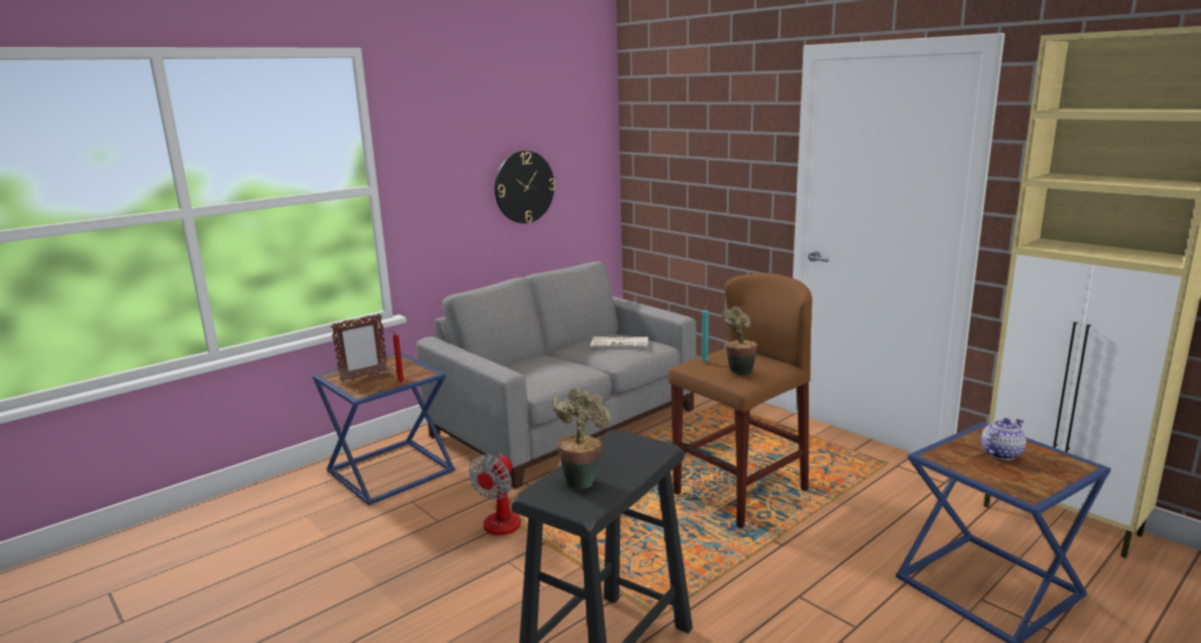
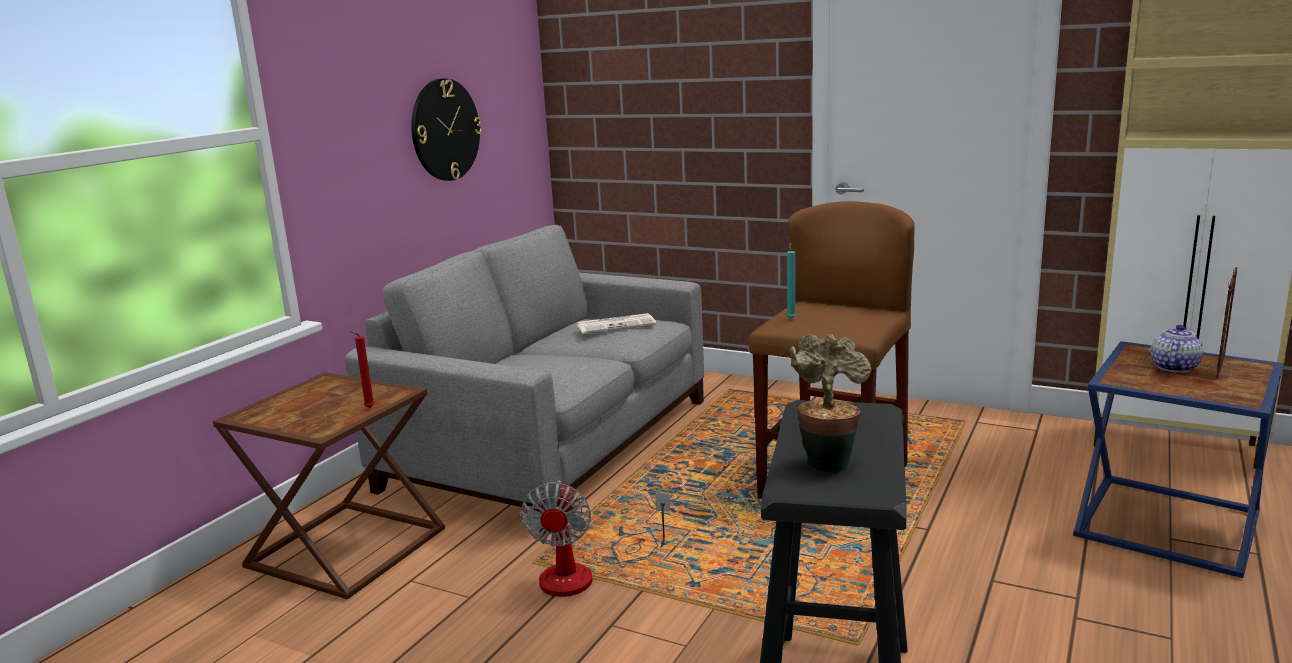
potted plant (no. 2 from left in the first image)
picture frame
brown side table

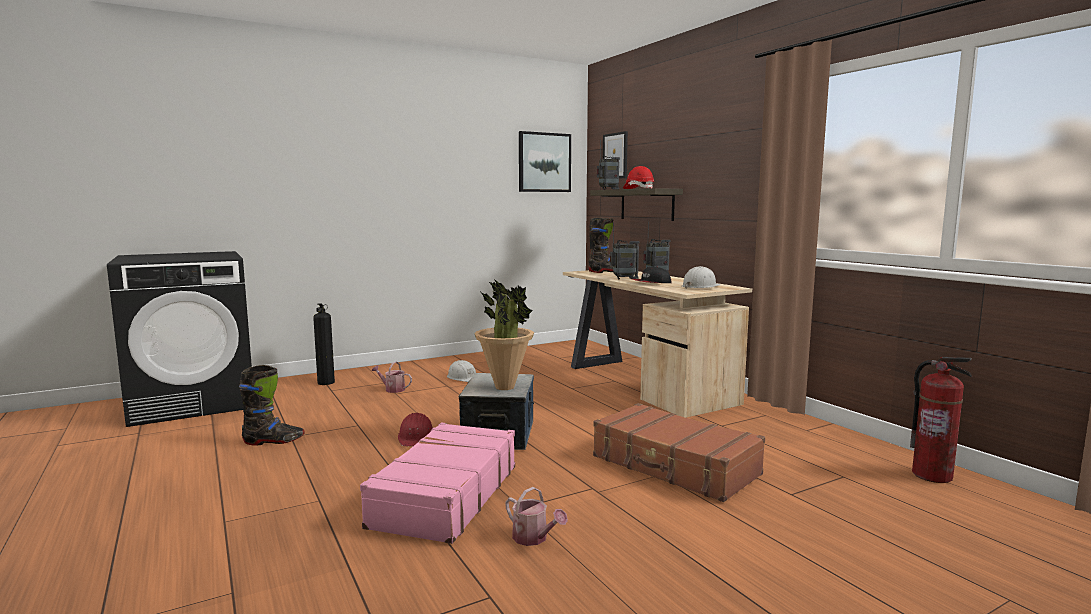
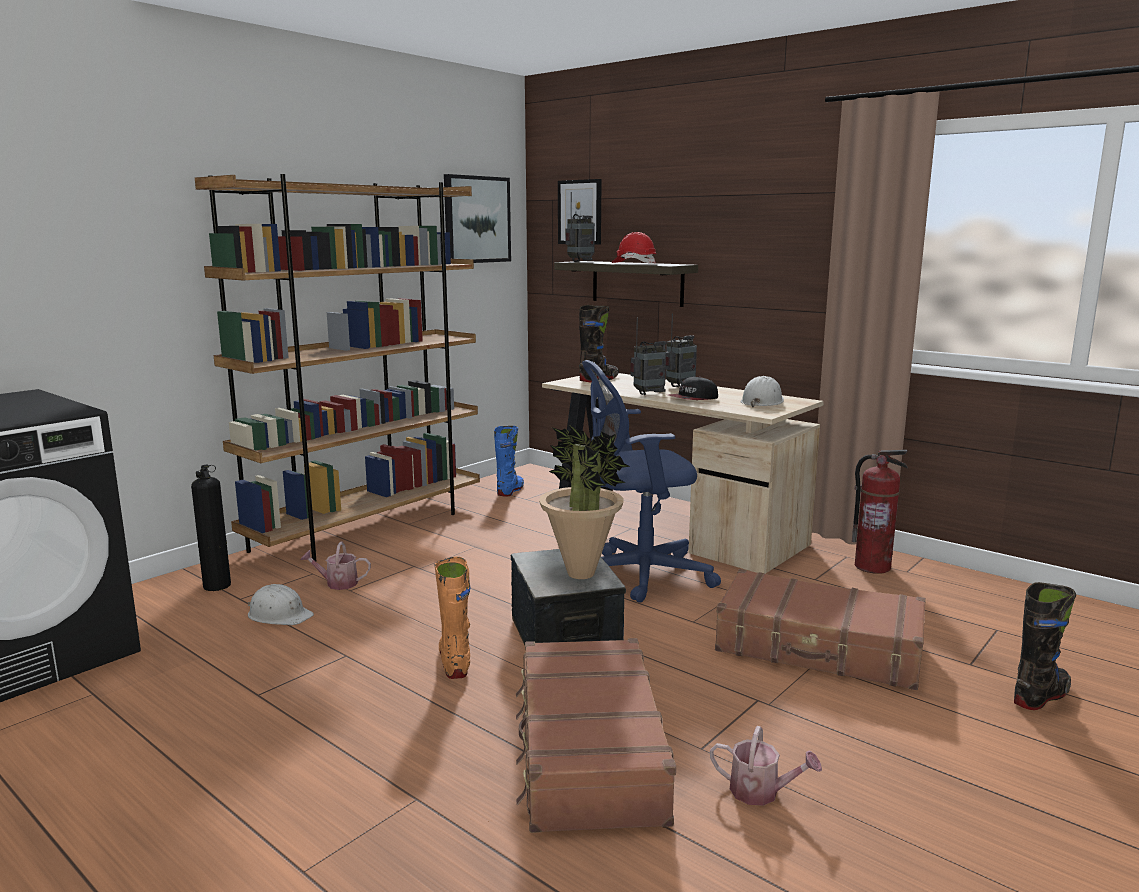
brown bookcase
blue boot
blue office chair
black boot (no. 2 from left)
white hard hat (no. 1 from left)
fire extinguisher (no. 2 from left)
orange boot
brown suitcase (no. 1 from left)

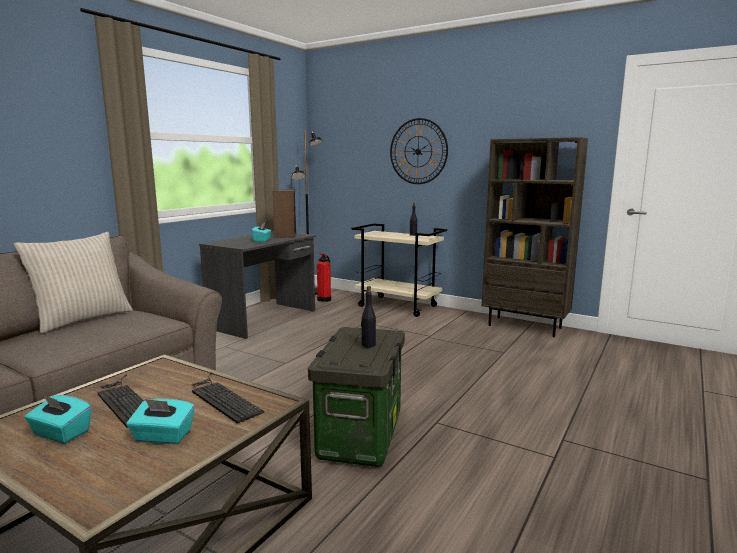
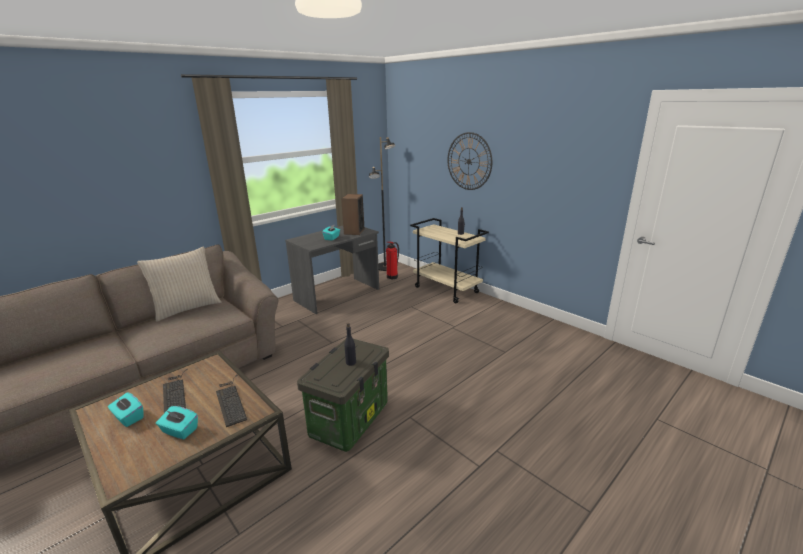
brown bookcase

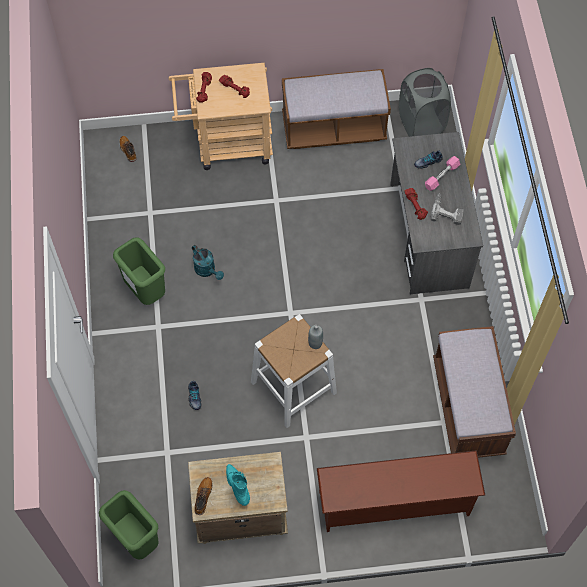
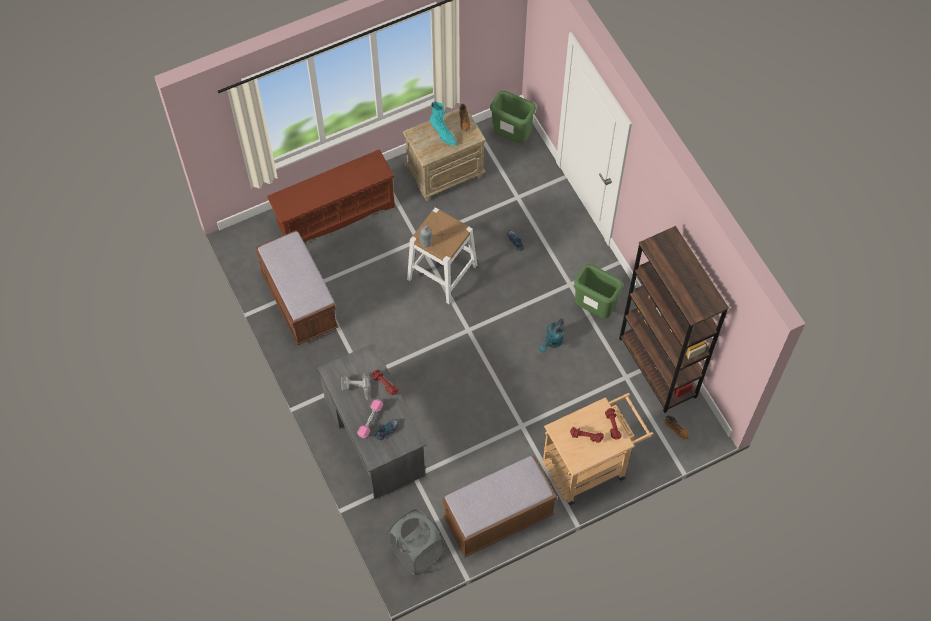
brown bookcase
turquoise watering can

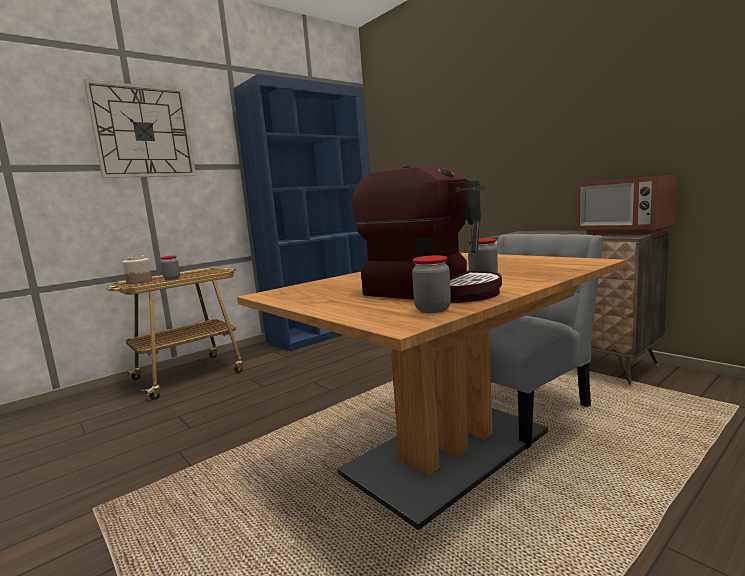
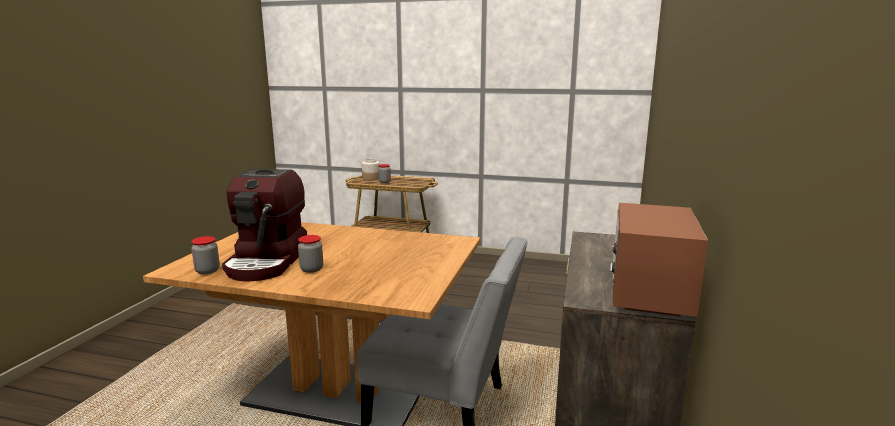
wall clock
blue bookcase

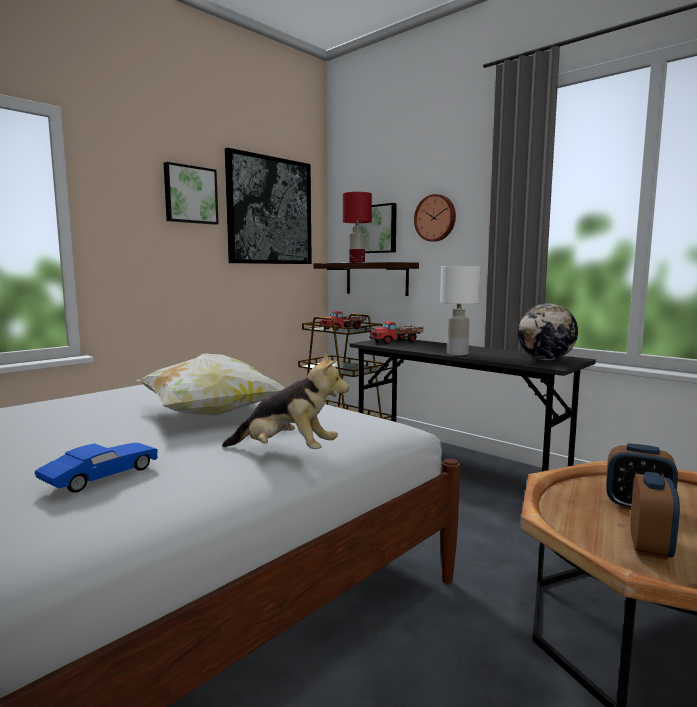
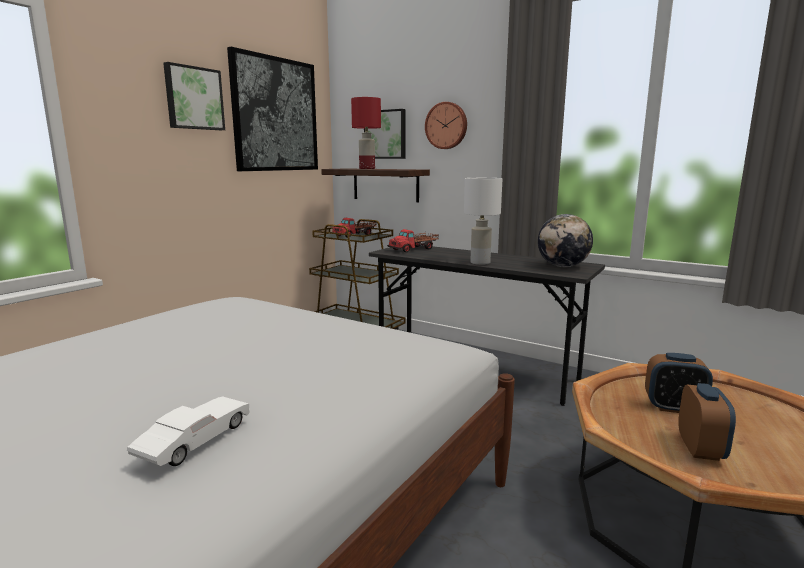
pillow
plush toy
white toy car

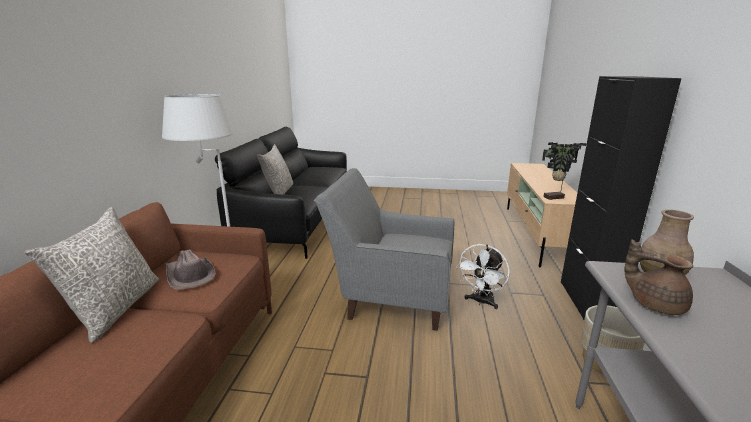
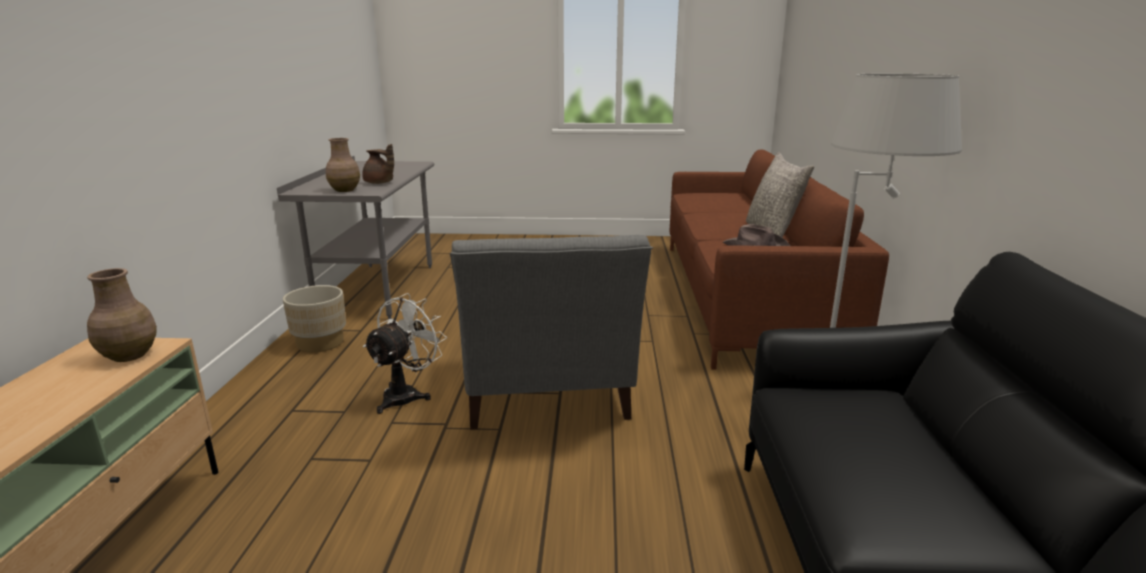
grey pillow (no. 2 from left in the first image)
black cabinet
brown vase (no. 1 from left)
grey armchair

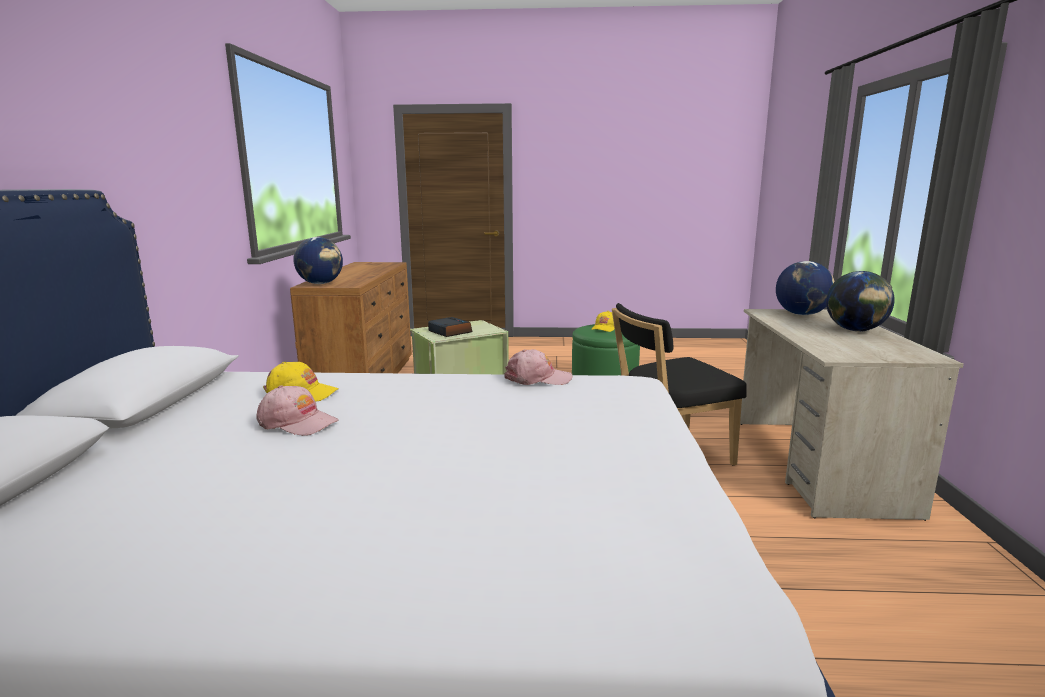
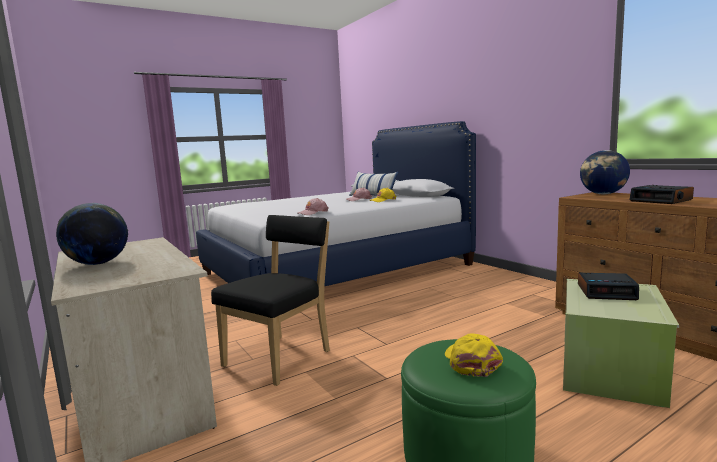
globe (no. 2 from left in the first image)
pillow
alarm clock (no. 2 from left)

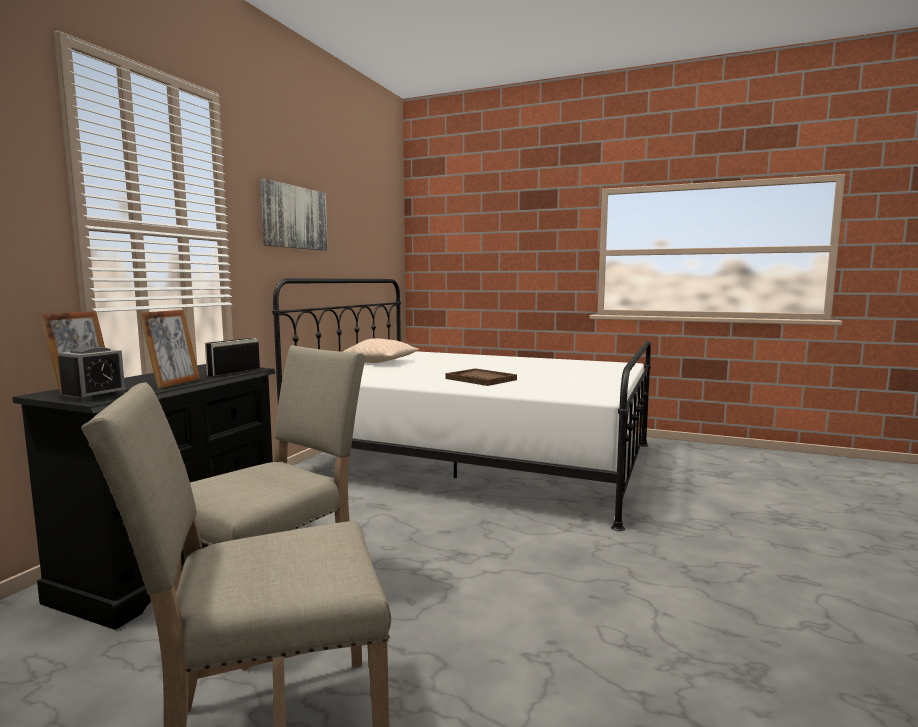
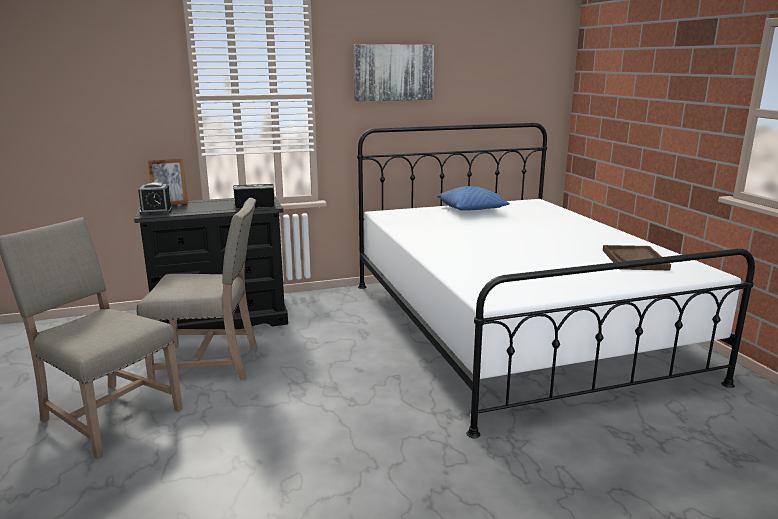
picture frame (no. 2 from left in the first image)
brown tray
blue pillow

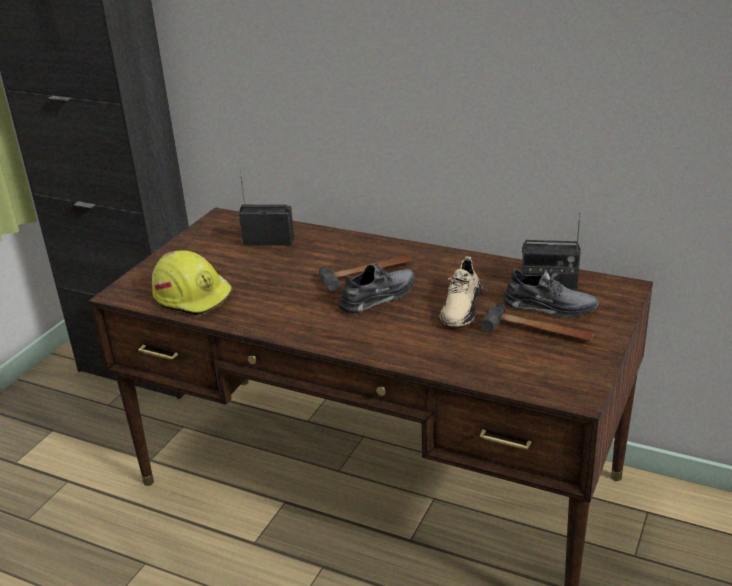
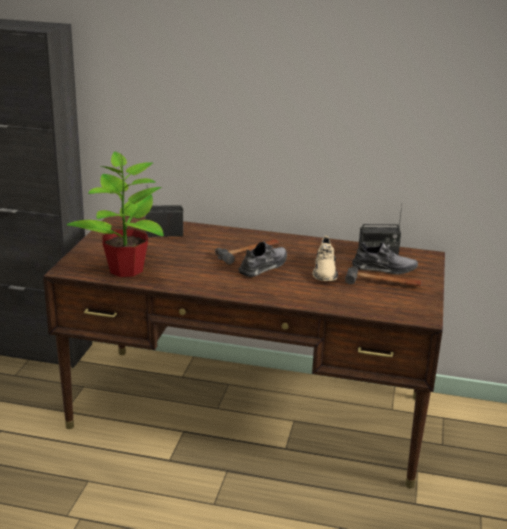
potted plant

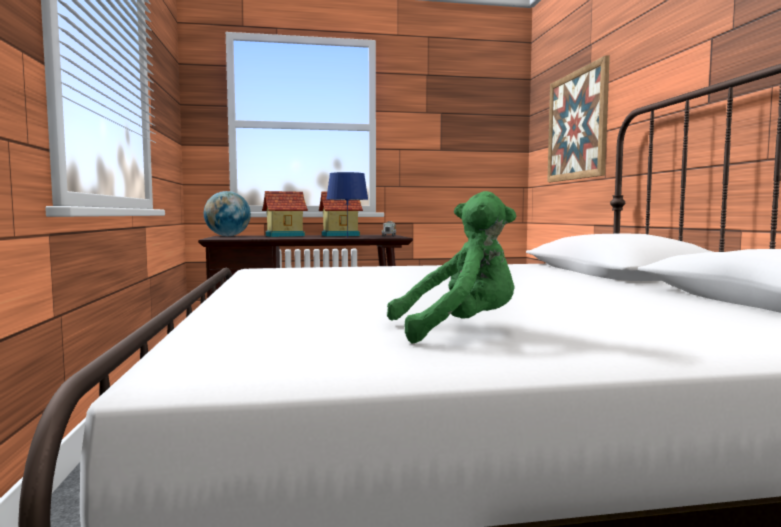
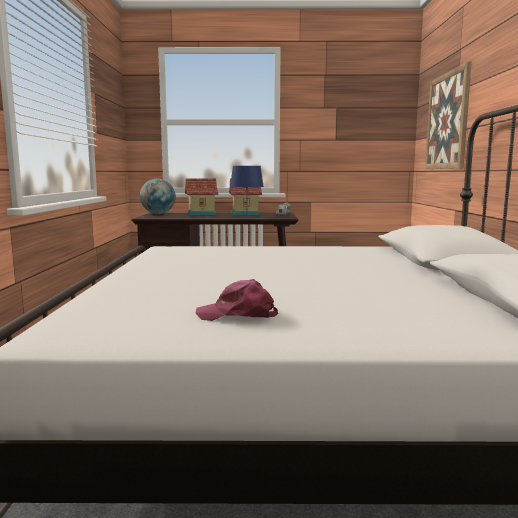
pink cap

